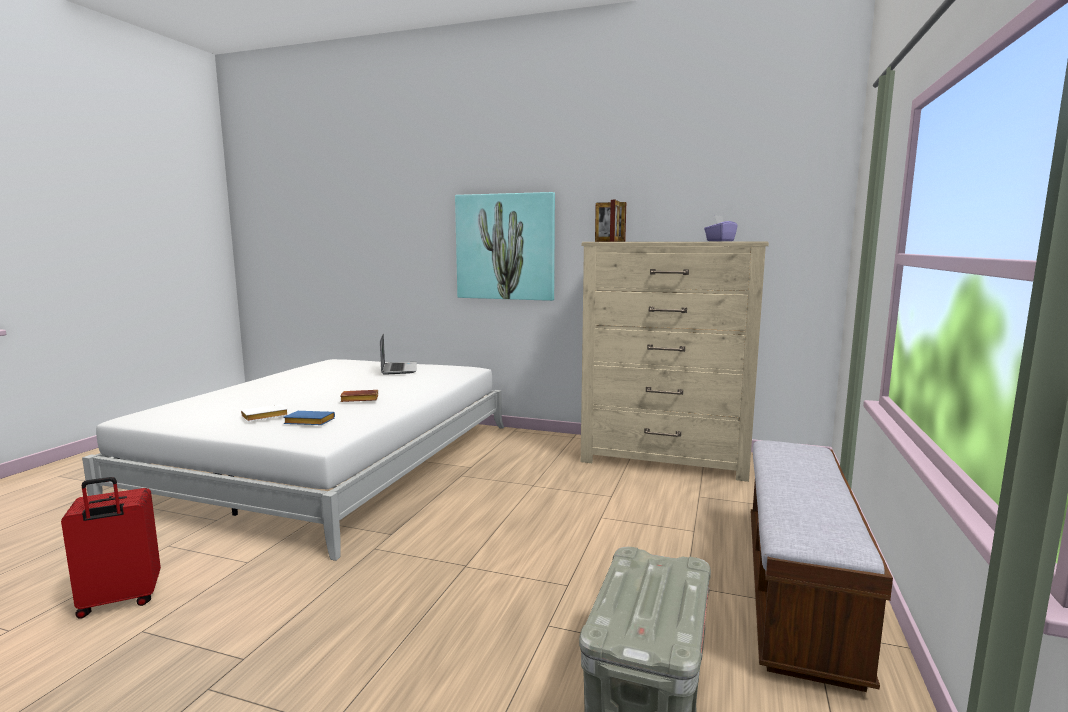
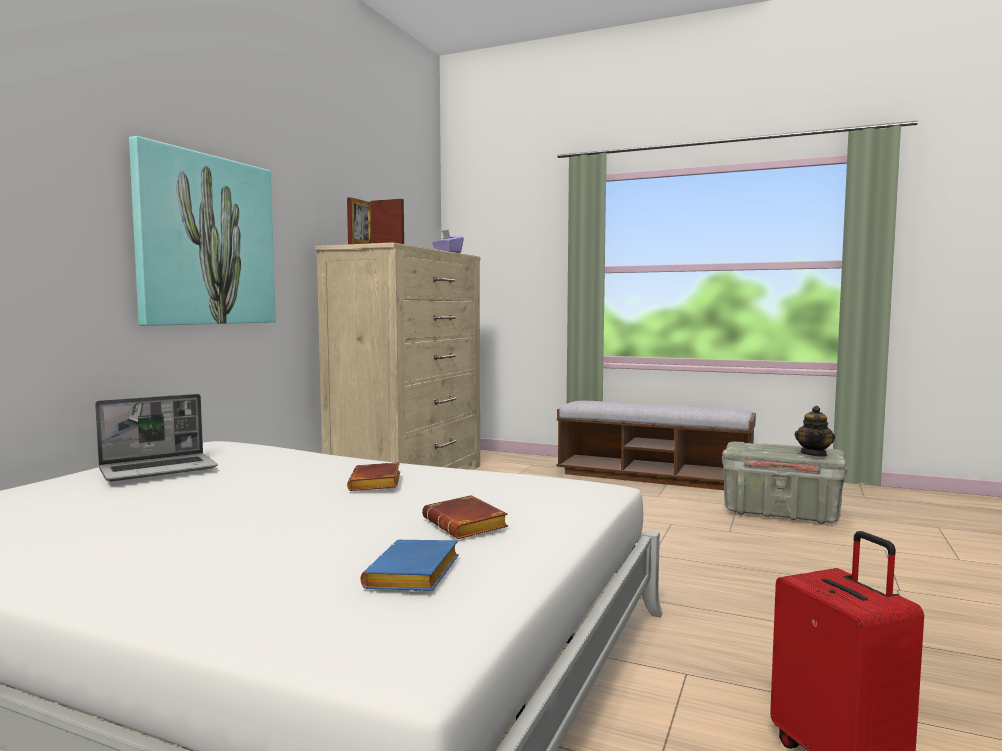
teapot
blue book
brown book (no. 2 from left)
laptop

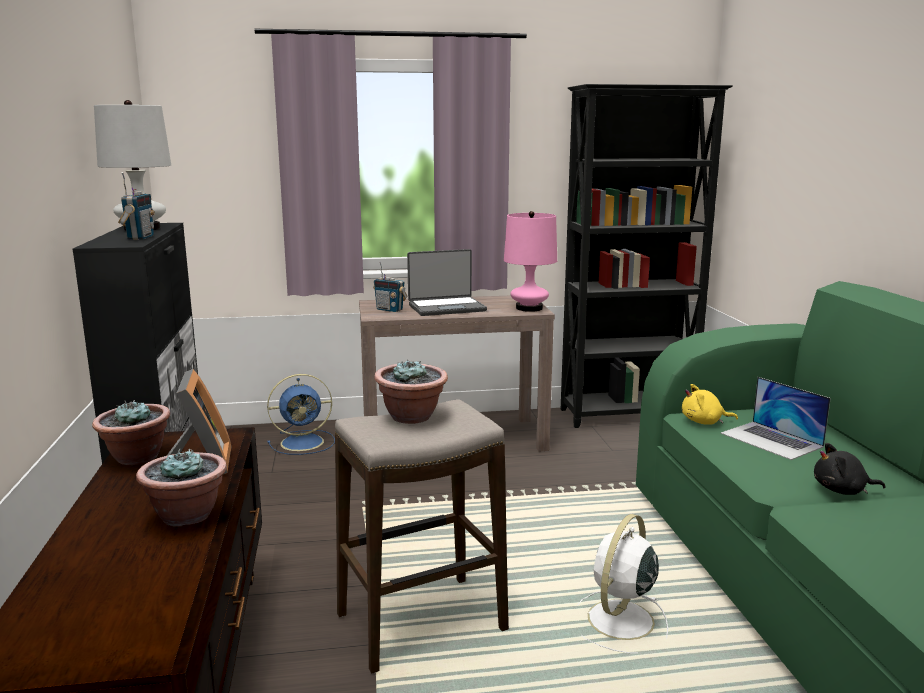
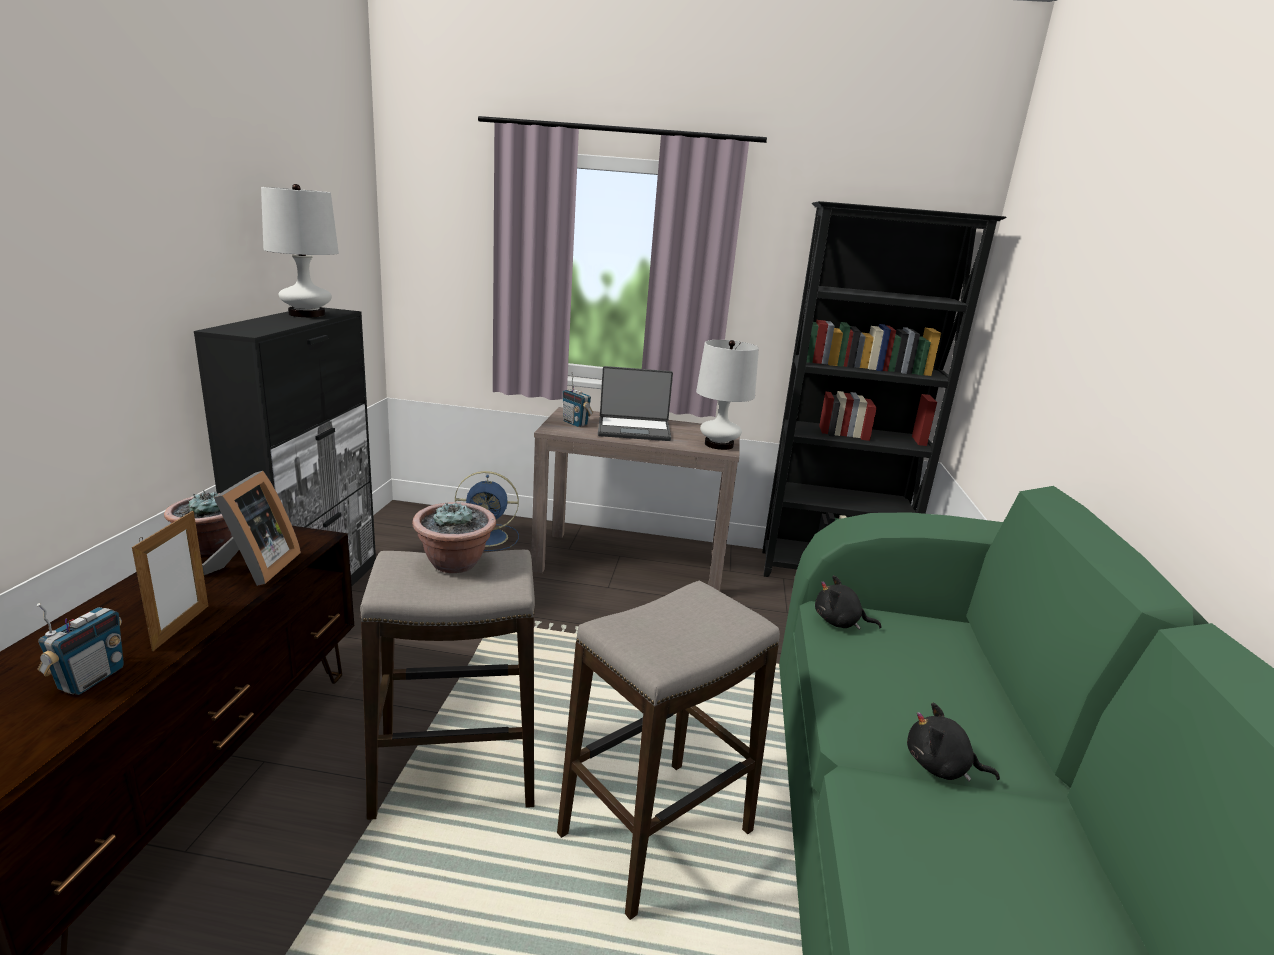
laptop (no. 2 from left in the first image)
radio (no. 1 from left)
picture frame (no. 1 from left)
stool (no. 2 from left)
white table lamp (no. 2 from left)
black plush toy (no. 1 from left)

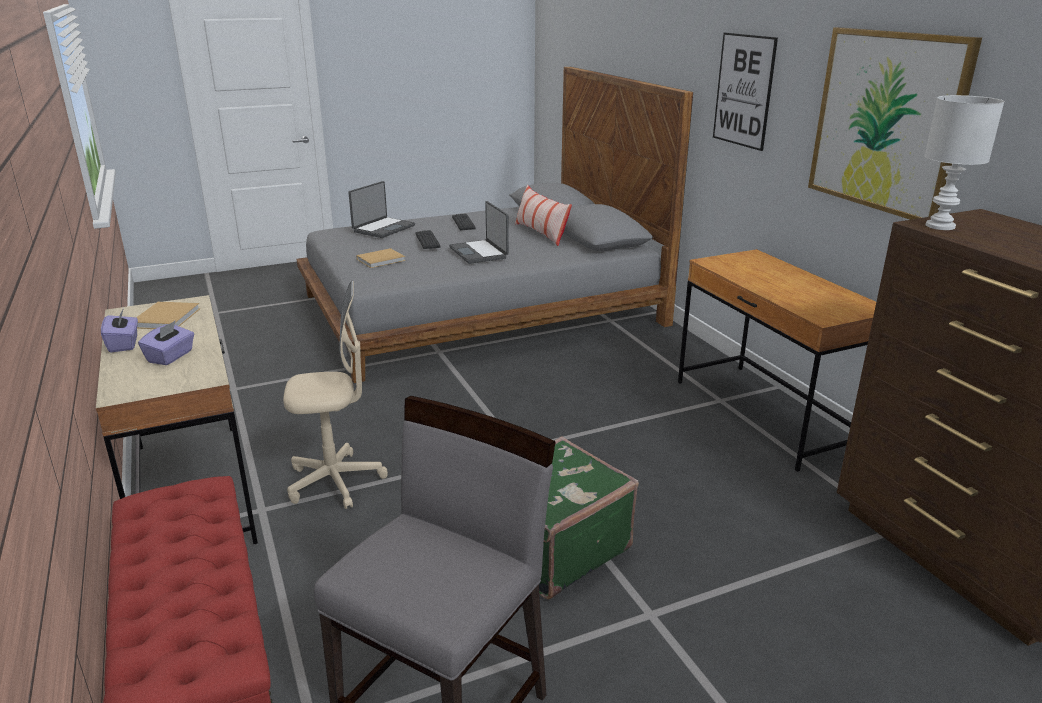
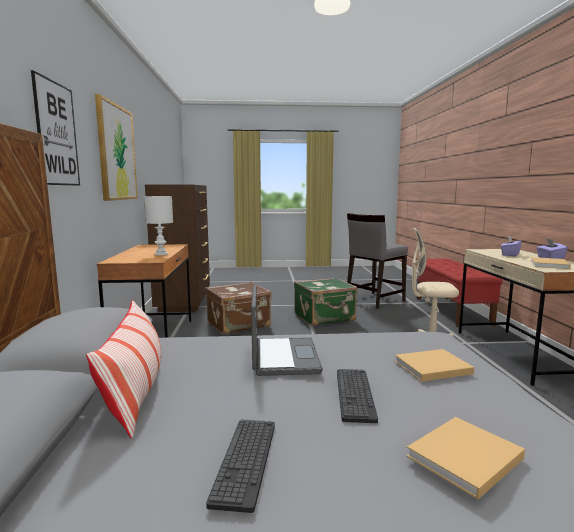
brown suitcase
white table lamp
beige book (no. 2 from left)

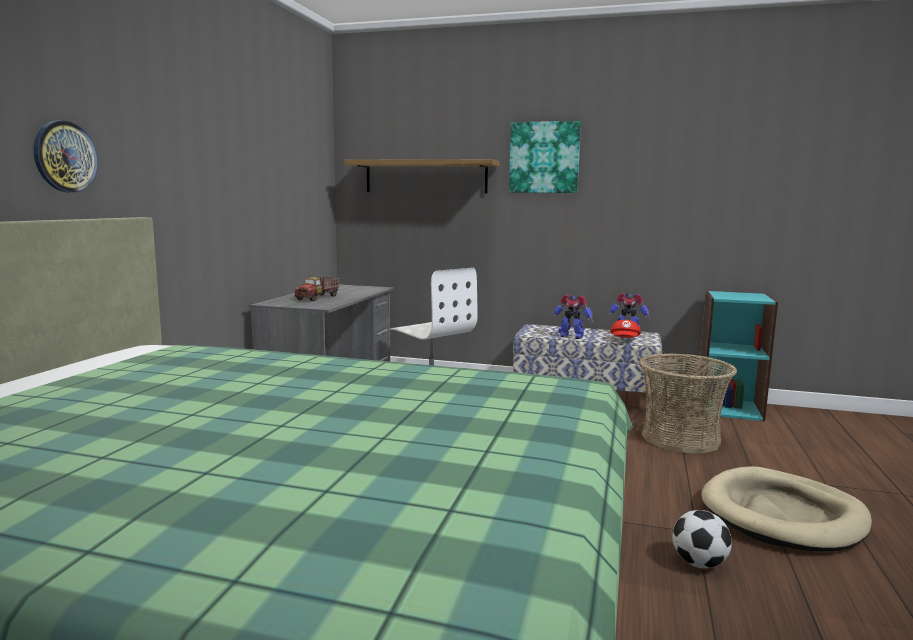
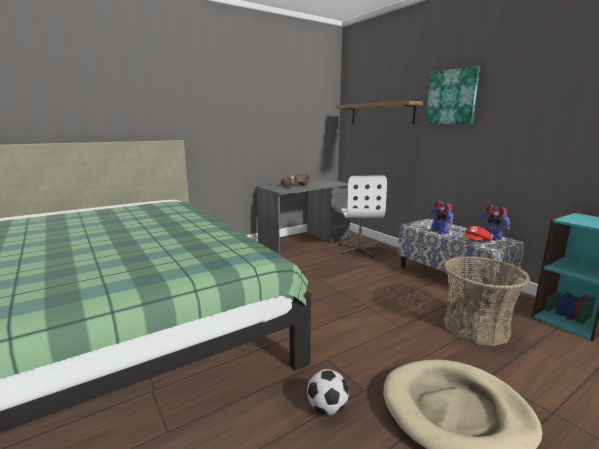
wall clock

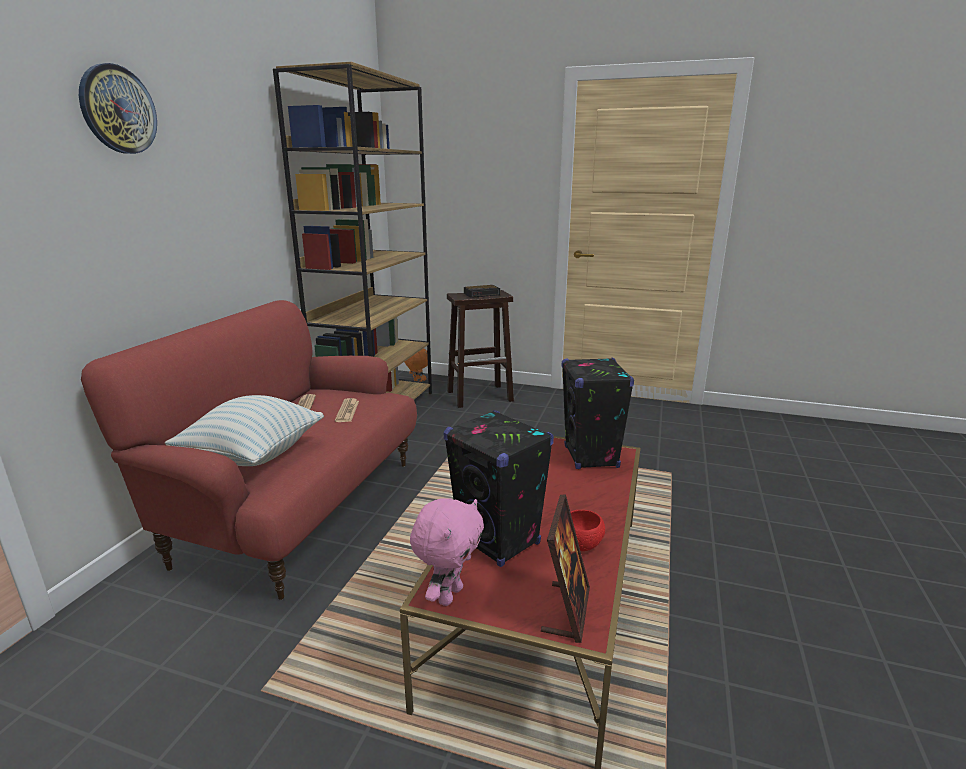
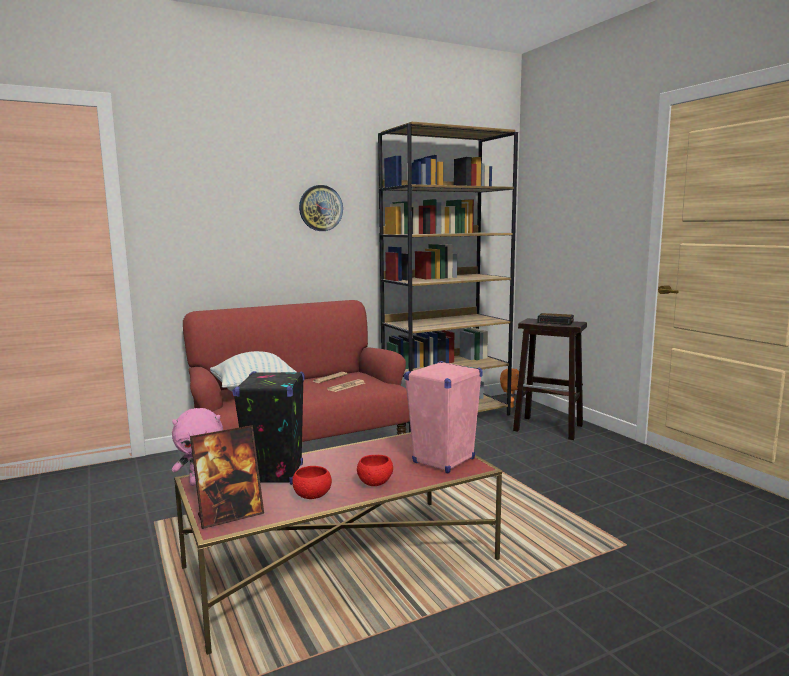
red bowl (no. 2 from left)
wall clock
pink speaker

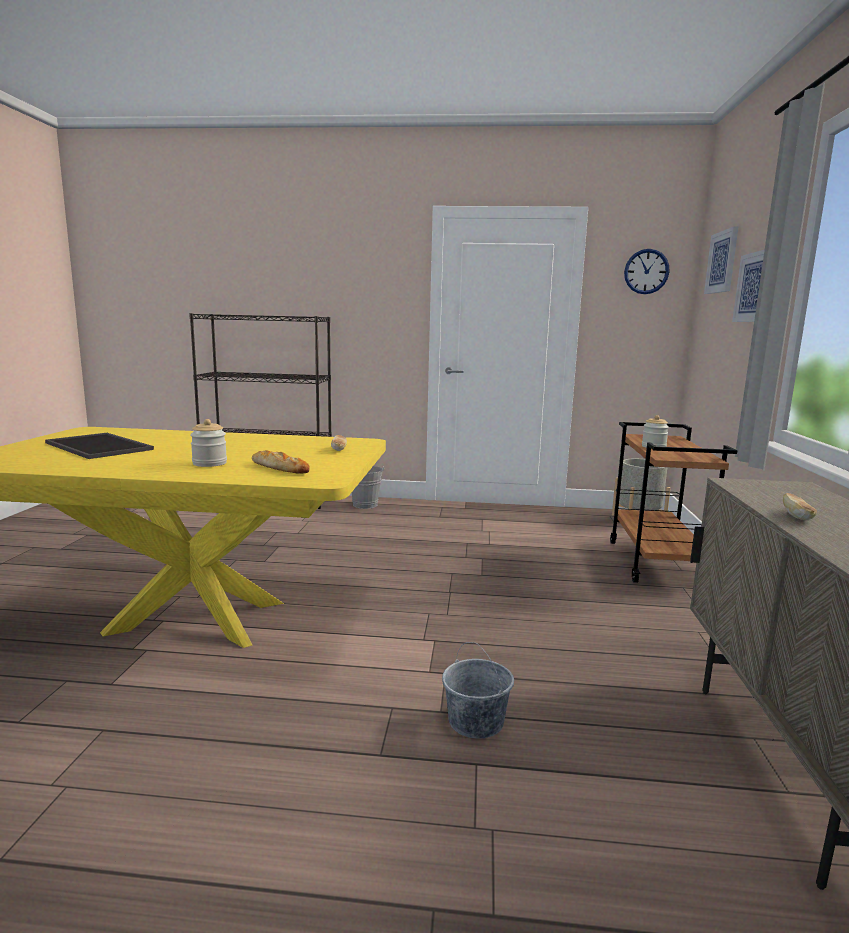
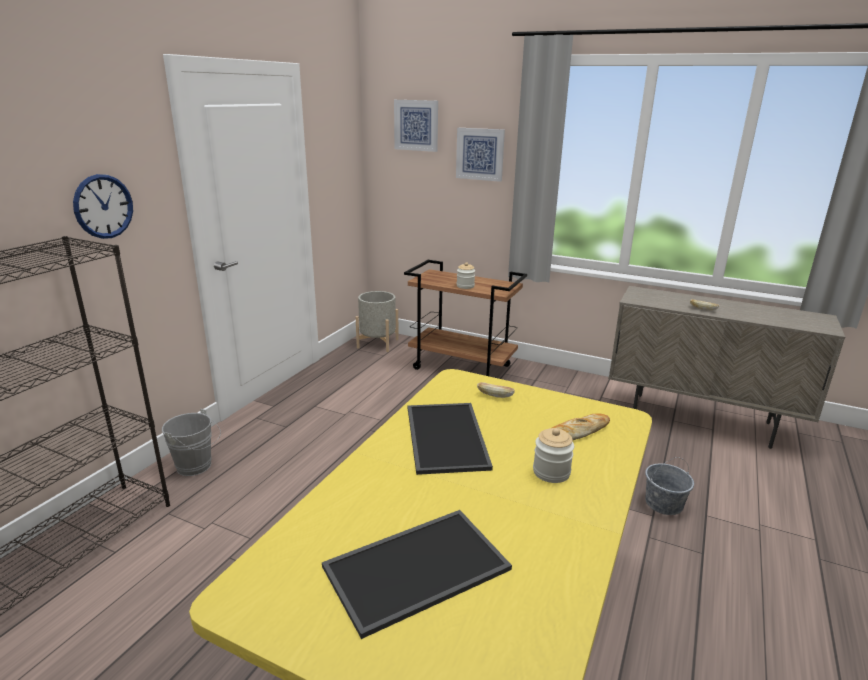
tray (no. 2 from left)
wall clock

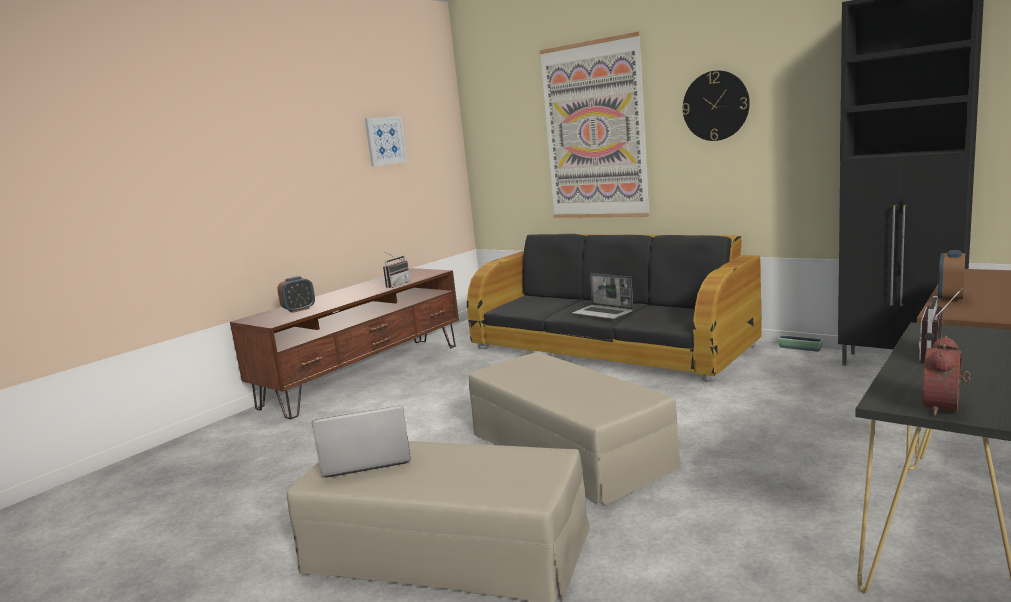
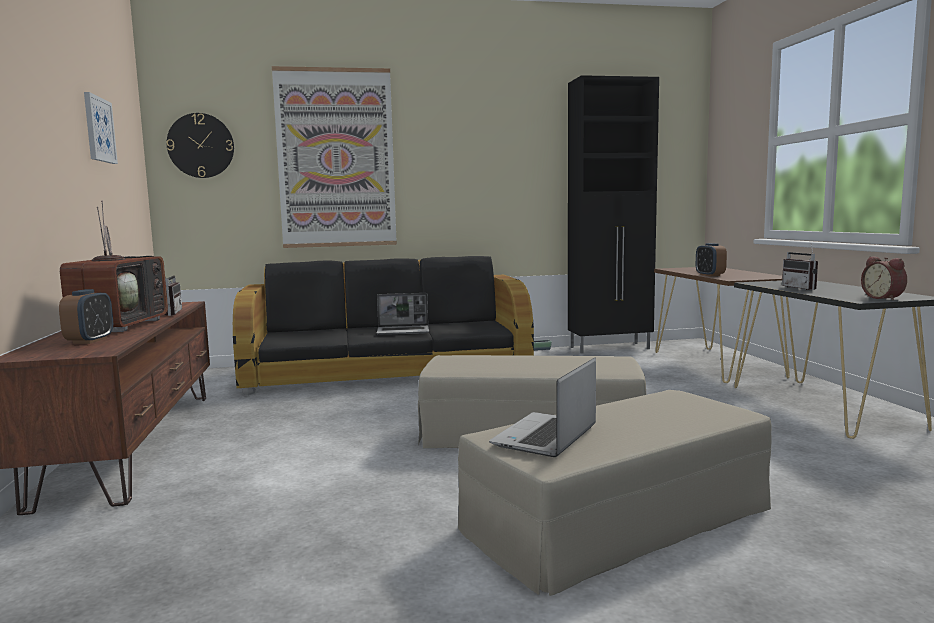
television
wall clock

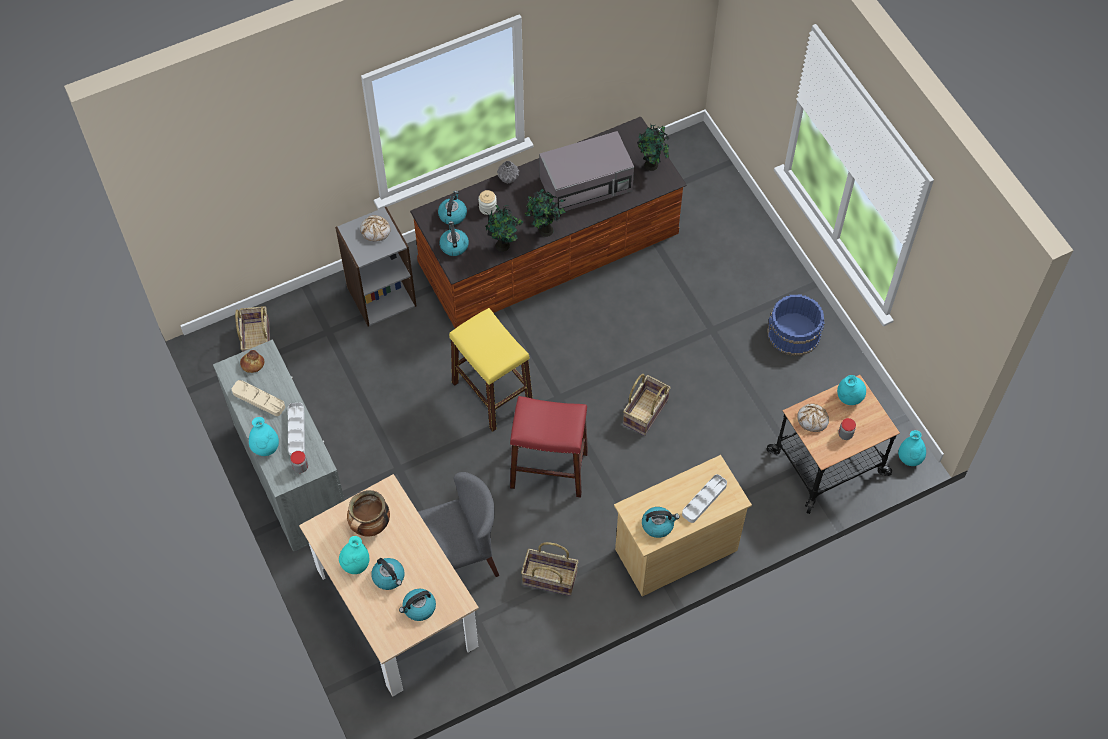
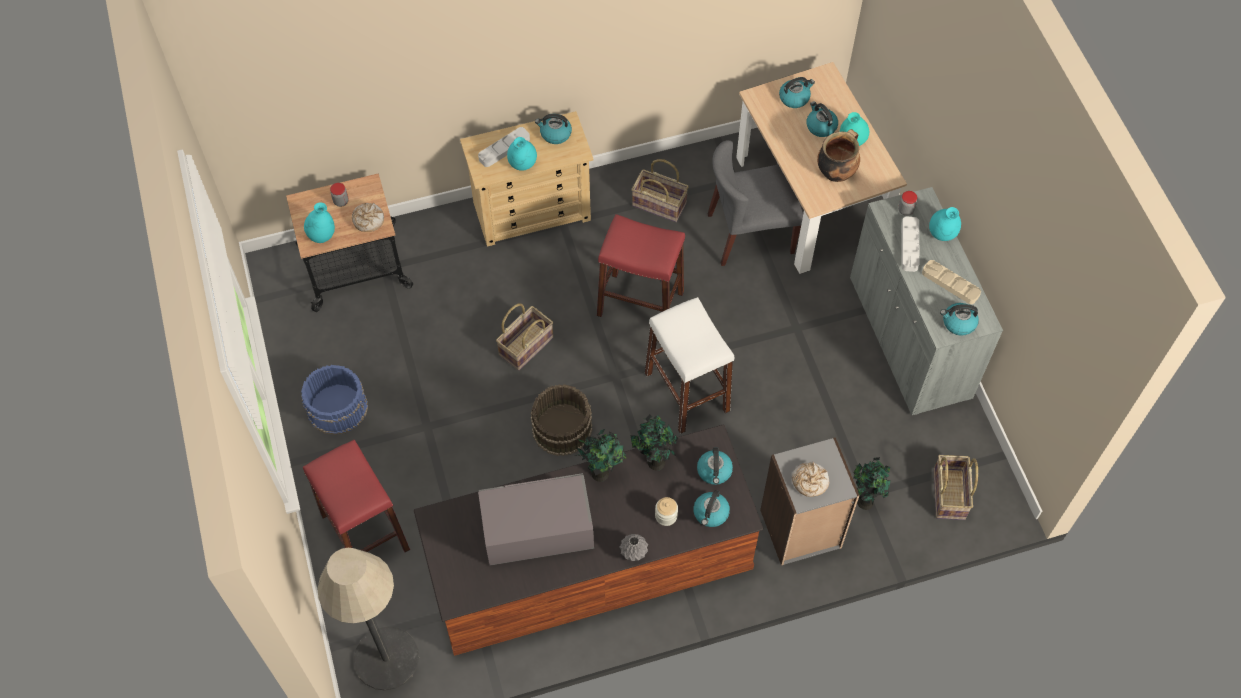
red stool (no. 1 from left)
floor lamp
brown bucket
potted plant (no. 3 from left)
turquoise vase (no. 2 from left)
kettle (no. 6 from left)
white stool

